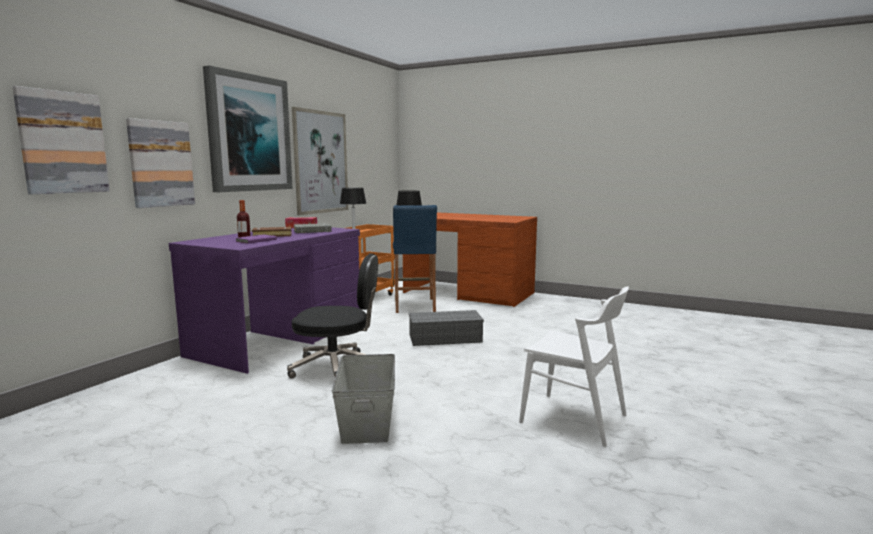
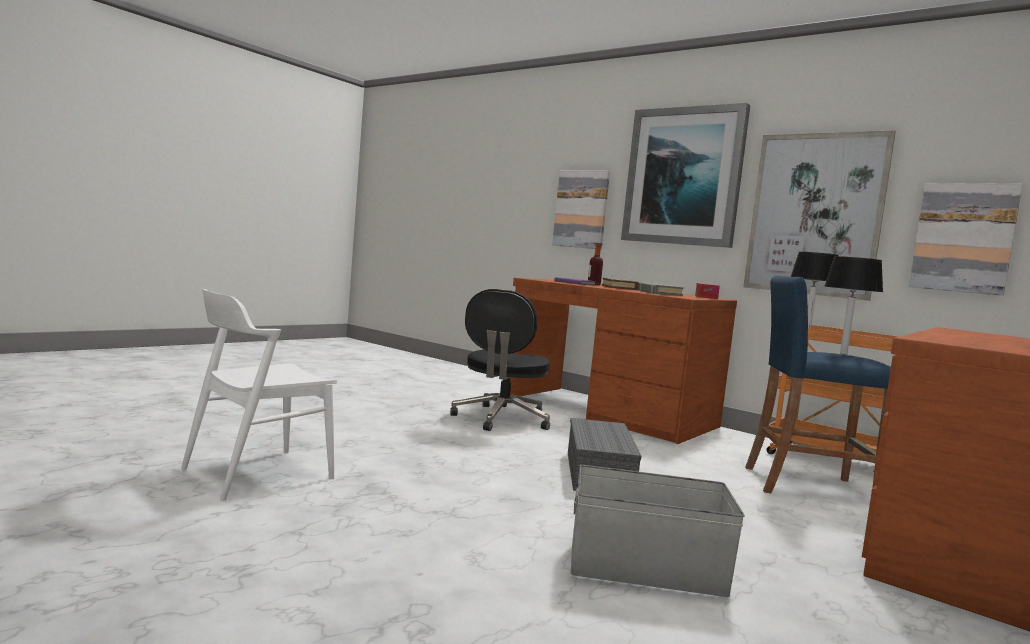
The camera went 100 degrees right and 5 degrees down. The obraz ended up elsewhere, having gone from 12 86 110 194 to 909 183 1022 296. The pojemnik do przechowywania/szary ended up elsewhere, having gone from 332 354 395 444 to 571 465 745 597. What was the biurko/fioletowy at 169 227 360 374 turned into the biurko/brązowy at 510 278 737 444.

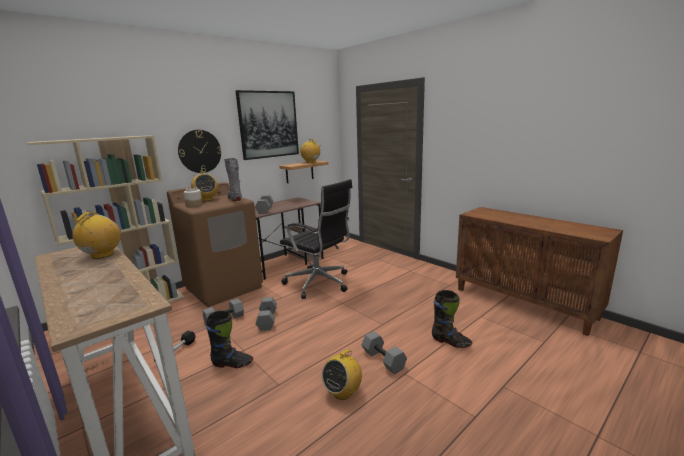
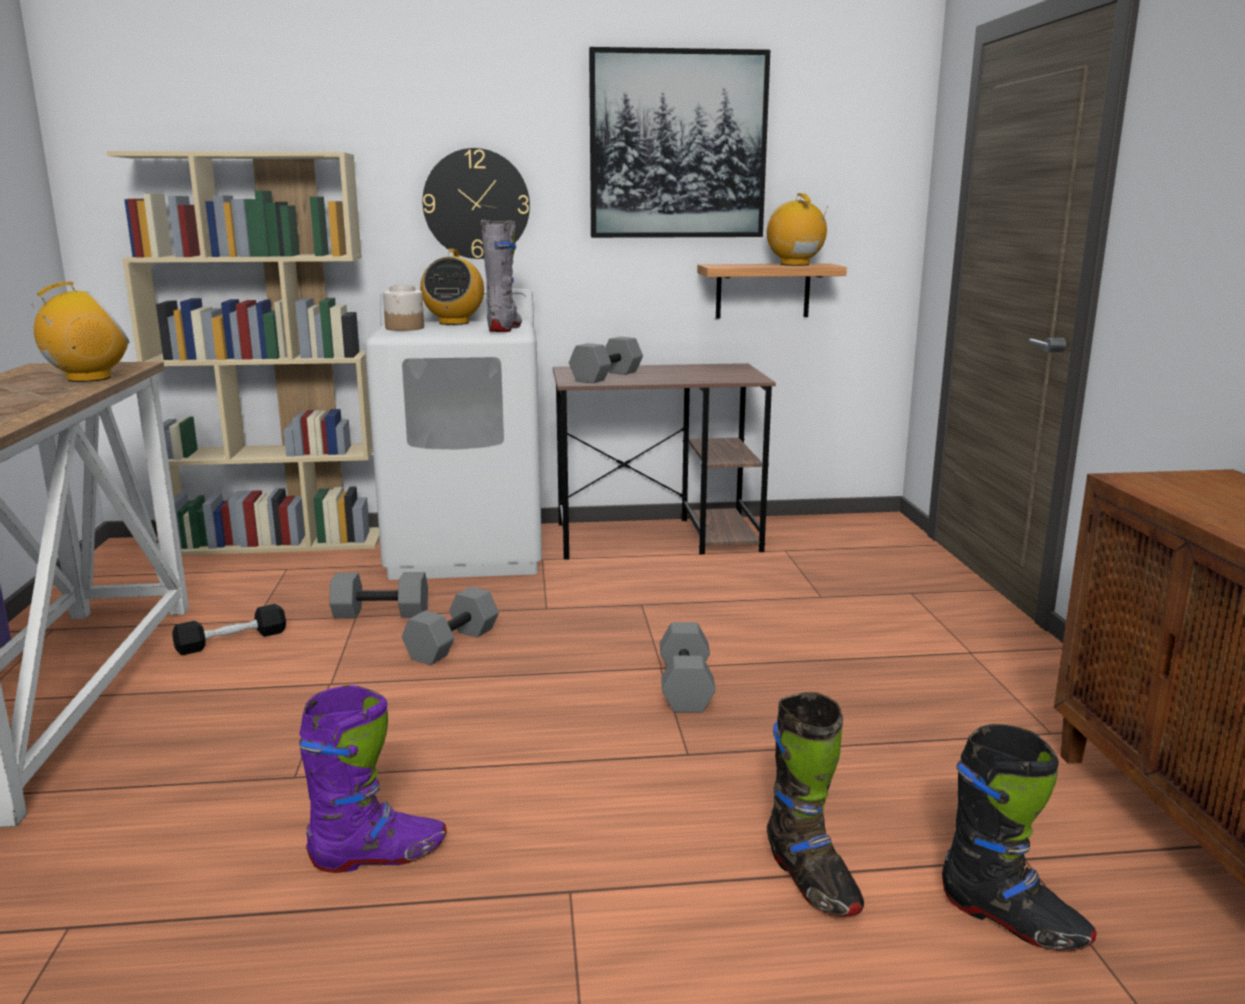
The camera went 35 degrees right and 0 degrees up. The second view lost the krzesło biurowe/czarny at 280 179 353 299. The but z cholewką/czarny ended up elsewhere, having gone from 206 310 253 368 to 942 724 1097 950. The hantel/szary ended up elsewhere, having gone from 362 331 407 374 to 660 622 716 713. Where the radio stood at 322 350 362 400, the but z cholewką/fioletowy came to stand at 299 685 447 873. What was the pralka/brązowy at 167 182 263 307 turned into the pralka/biały at 365 289 542 580.

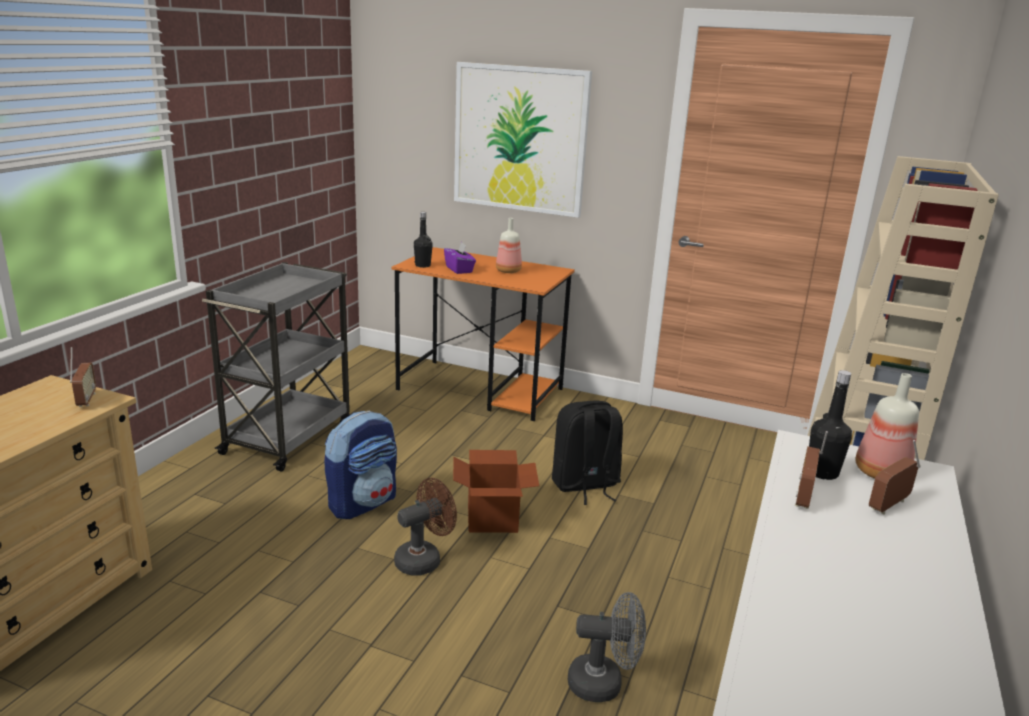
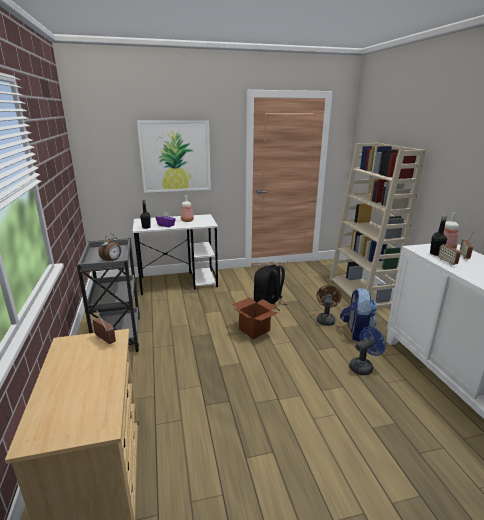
The camera went 35 degrees left and 0 degrees up. The second view gained the budzik at 98 234 121 261. The plecak ended up elsewhere, having gone from 324 410 397 519 to 340 288 377 341. The wentylator/brązowy ended up elsewhere, having gone from 394 478 457 576 to 317 285 341 326. What was the biurko/pomarańczowy at 391 247 575 421 turned into the biurko/biały at 132 214 218 295. What was the wentylator/szary at 568 592 646 702 turned into the wentylator/niebieski at 349 327 386 375.

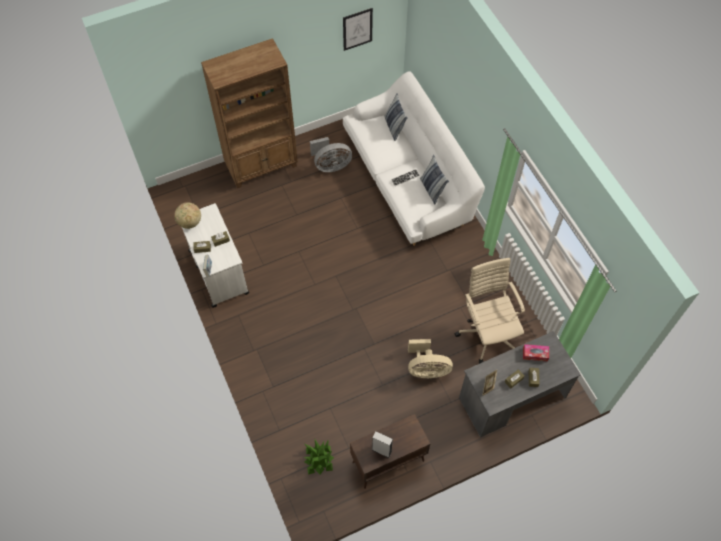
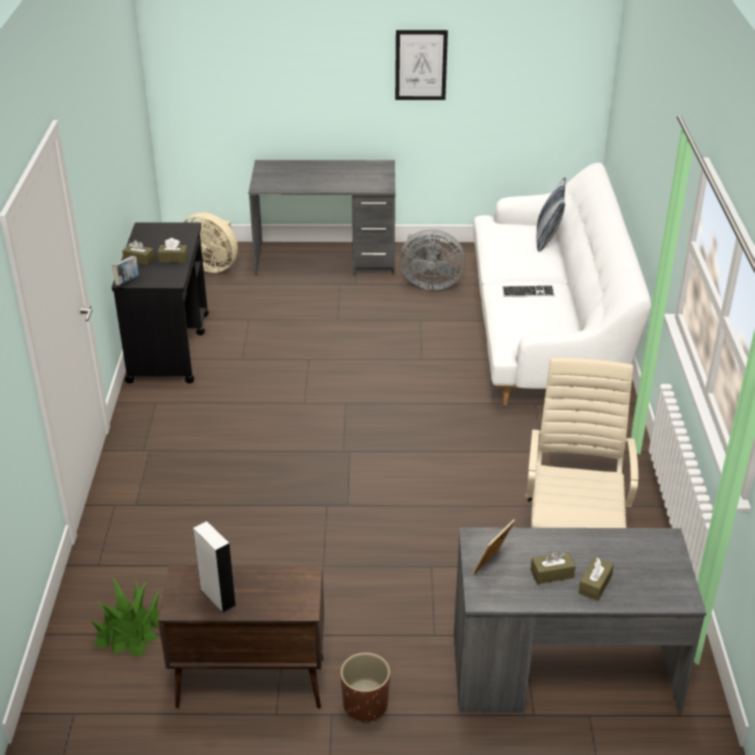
The camera went 25 degrees right and 25 degrees down. The second view lost the globus at 174 202 201 229. The second view lost the poduszka at 420 155 449 204. The second view lost the pudełko chusteczek at 523 344 549 361. The second view gained the donica/brązowy at 340 652 390 722. The obraz ended up elsewhere, having gone from 343 8 373 51 to 395 30 448 100. The wentylator/beżowy ended up elsewhere, having gone from 408 339 453 379 to 183 212 238 273. Where the regał/brązowy stood at 201 38 298 188, the biurko/szary came to stand at 248 160 395 275. What was the wózek/biały at 182 203 249 308 turned into the wózek/czarny at 112 222 209 384.

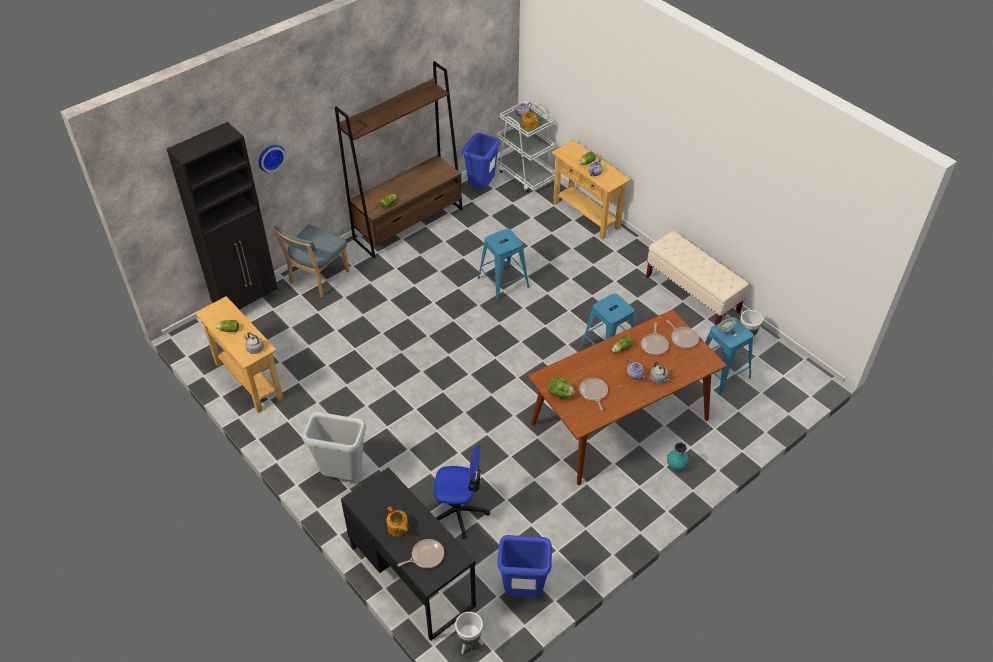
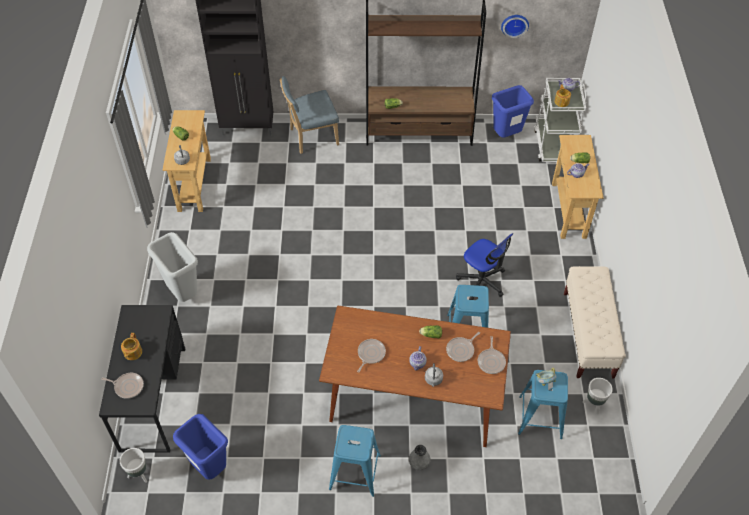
The camera went 40 degrees right and 5 degrees up. The second view lost the sałata at 548 377 575 399. The zegar ścienny ended up elsewhere, having gone from 259 145 286 172 to 501 15 529 38. The krzesło biurowe ended up elsewhere, having gone from 434 445 490 539 to 456 233 513 300. The stołek/niebieski ended up elsewhere, having gone from 478 228 529 301 to 329 425 381 497. What was the wazon/turkusowy at 667 442 689 471 turned into the wazon/szary at 409 445 431 471.

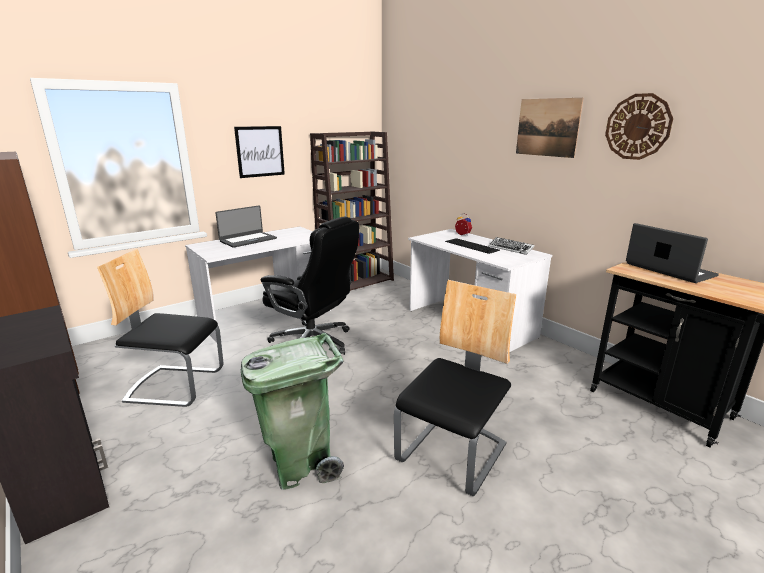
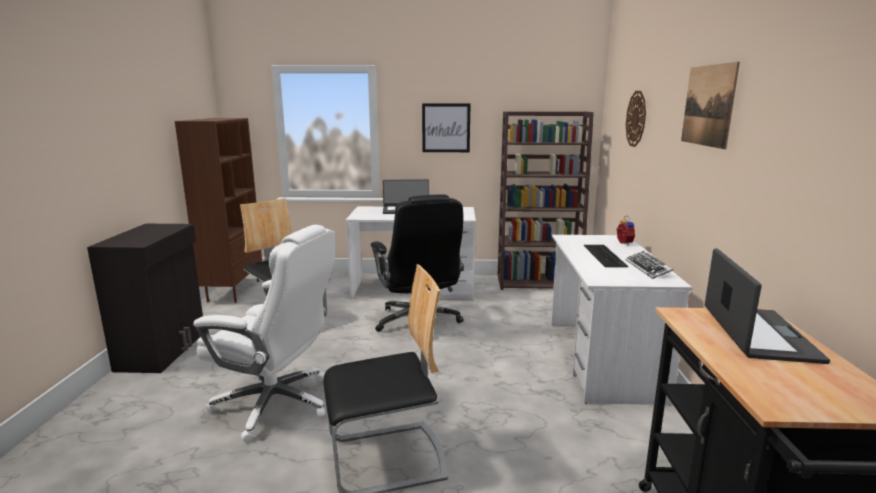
The camera went 40 degrees right and 5 degrees down. The zegar ścienny ended up elsewhere, having gone from 605 93 673 160 to 626 91 646 147. Where the kosz na śmieci/zielony stood at 241 333 344 490, the krzesło biurowe/biały came to stand at 193 225 335 442.

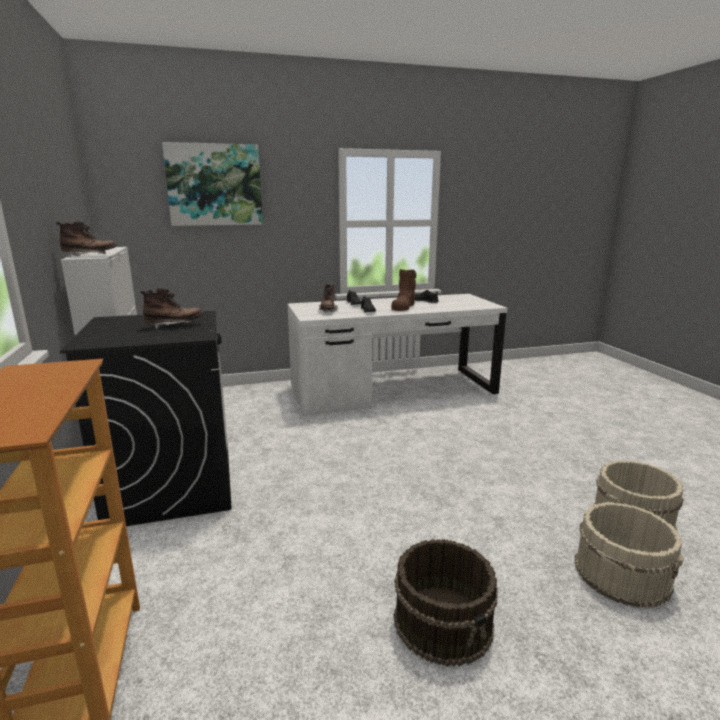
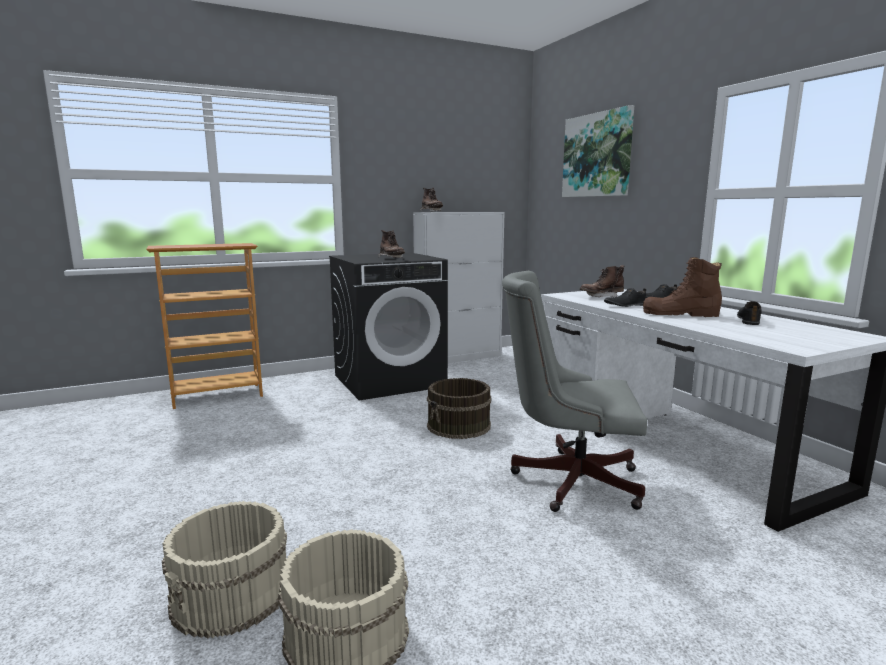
The camera went 80 degrees right and 5 degrees down. The second view gained the krzesło biurowe/szary at 502 271 647 512. The wiadro/brązowy ended up elsewhere, having gone from 394 539 498 666 to 427 378 491 439.

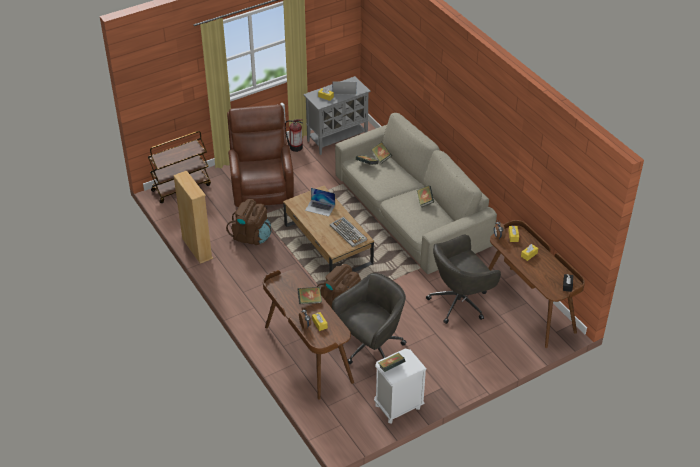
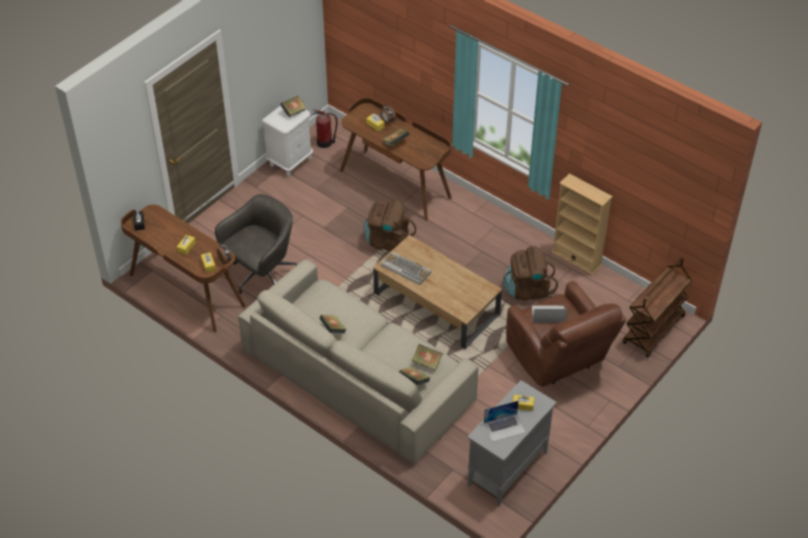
The camera went 160 degrees right and 5 degrees up. The second view lost the krzesło biurowe/szary at 332 273 407 364. The gaśnica ended up elsewhere, having gone from 285 119 303 152 to 313 110 337 148. The laptop ended up elsewhere, having gone from 305 188 335 216 to 532 306 567 323.

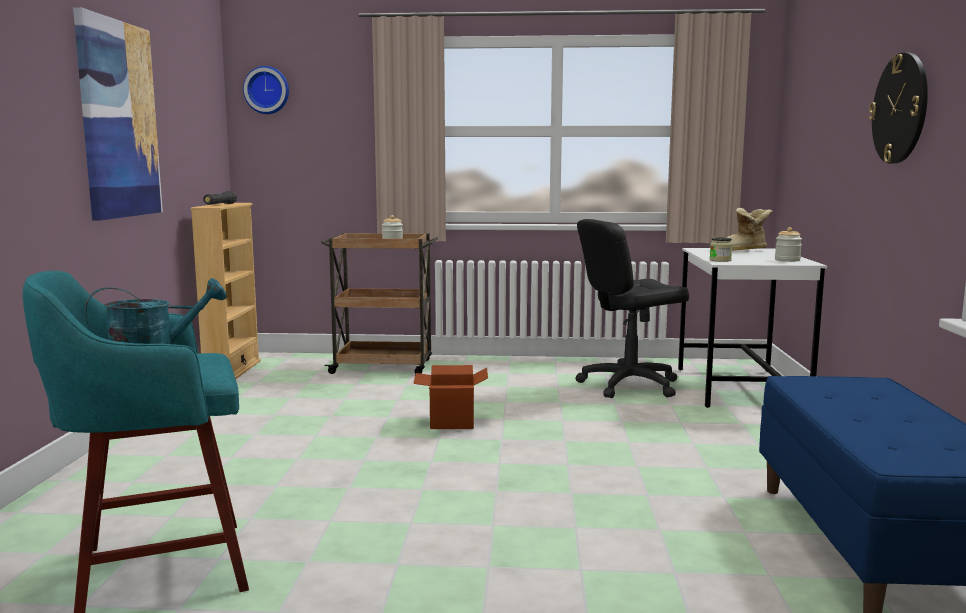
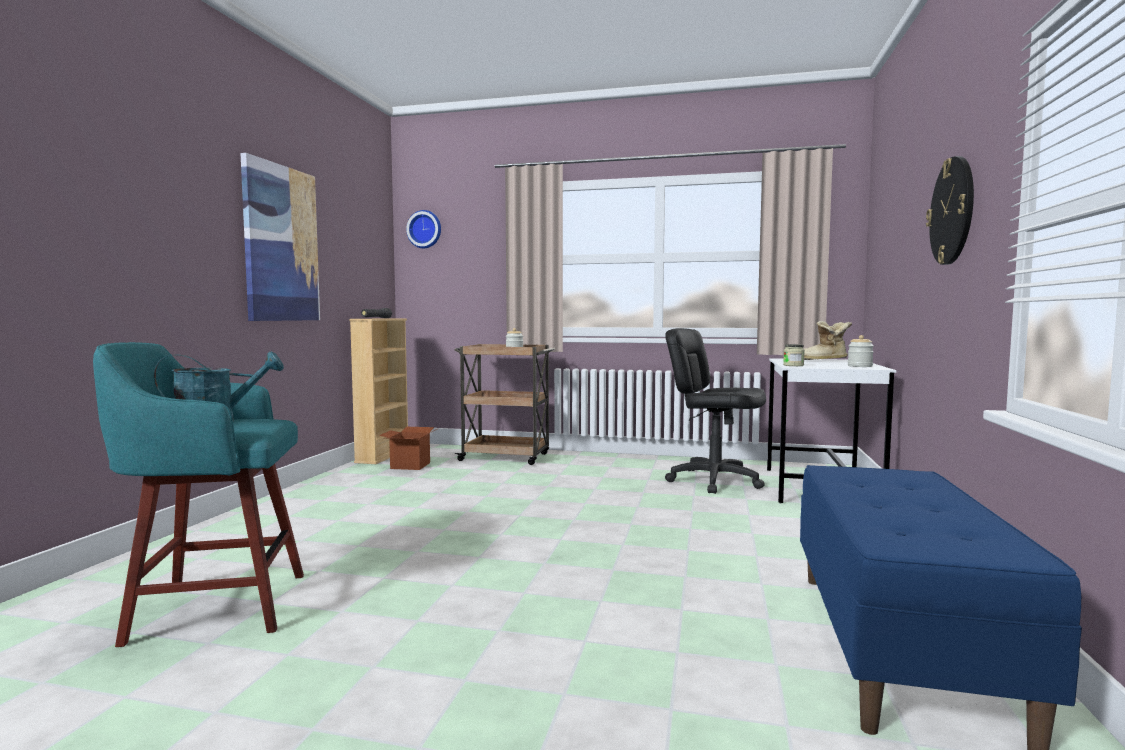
The camera went 10 degrees right and 5 degrees down. The karton ended up elsewhere, having gone from 413 365 488 429 to 379 427 439 470. The krzesło biurowe/czarny at 575 219 689 398 ended up facing another way, 45 degrees clockwise from before.

